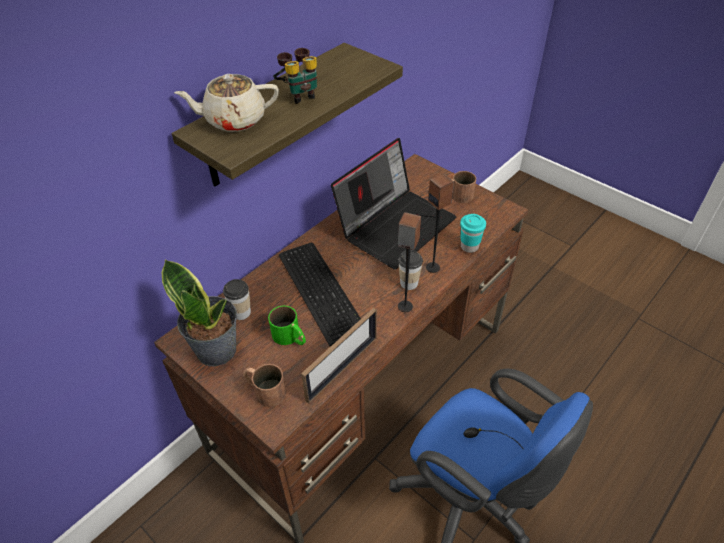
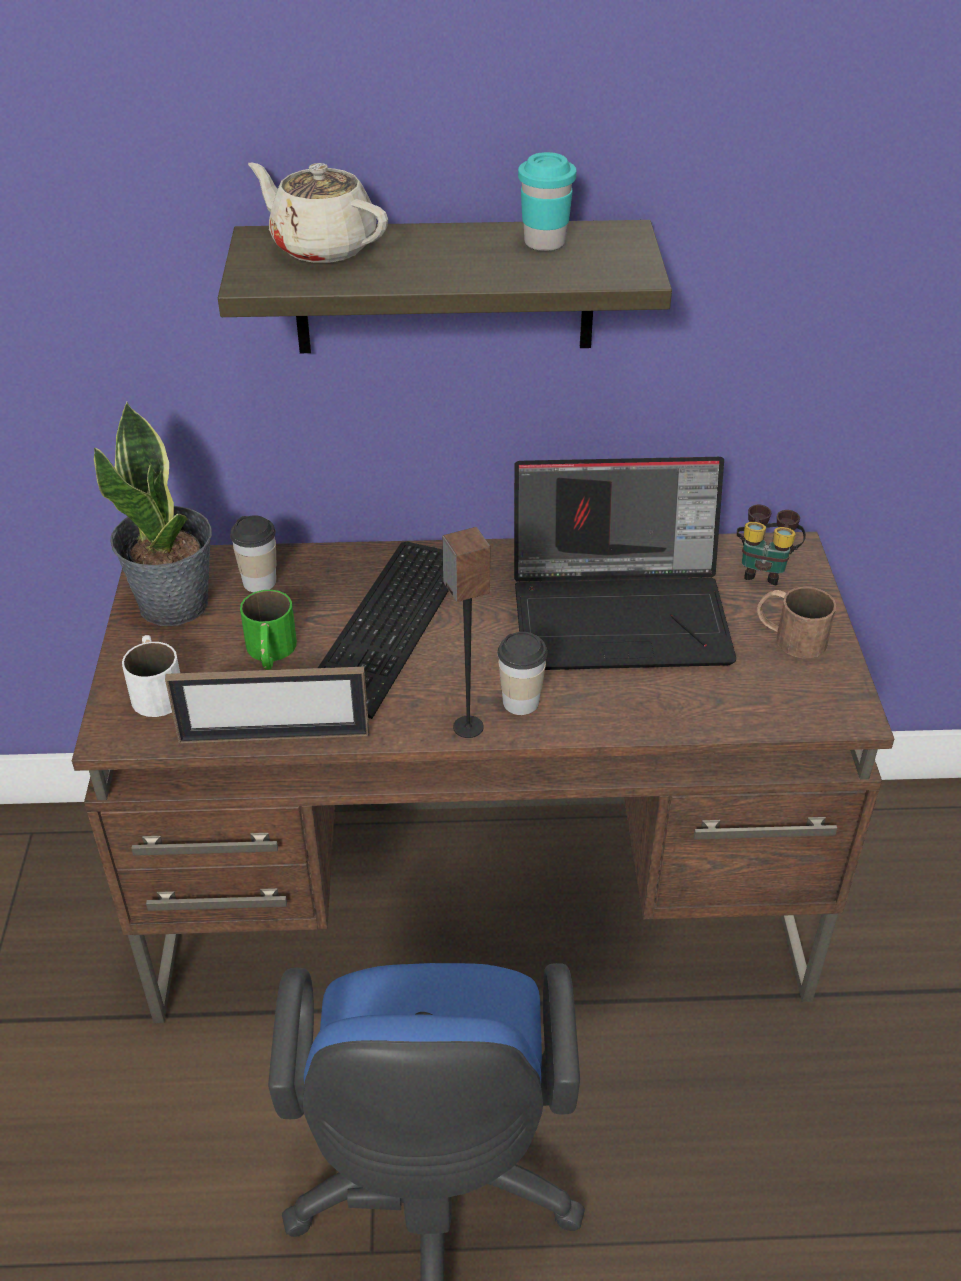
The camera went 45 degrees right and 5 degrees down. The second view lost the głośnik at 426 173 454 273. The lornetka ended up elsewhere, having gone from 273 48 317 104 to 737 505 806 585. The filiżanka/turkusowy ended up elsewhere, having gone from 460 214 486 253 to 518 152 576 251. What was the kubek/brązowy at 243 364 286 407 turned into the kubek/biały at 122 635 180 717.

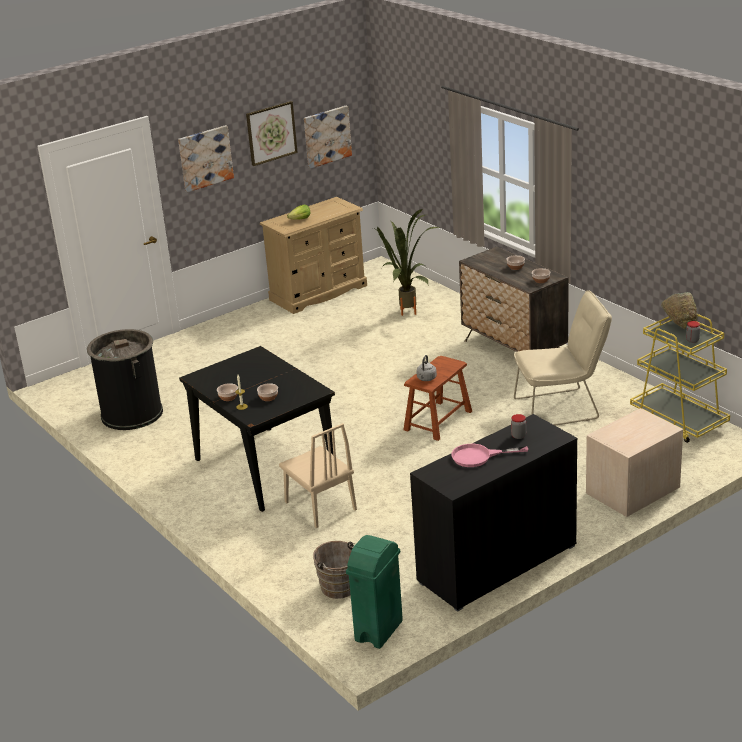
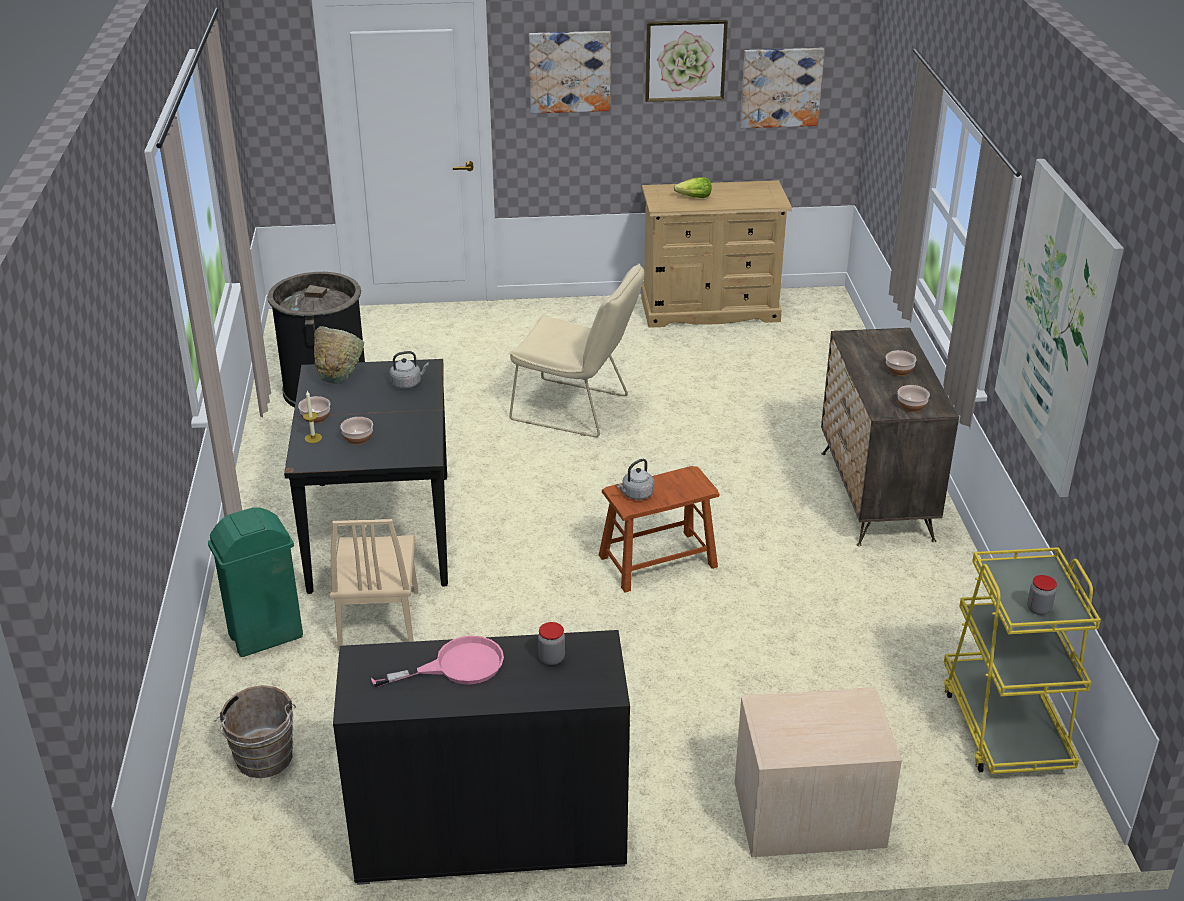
The camera went 30 degrees right and 5 degrees up. The second view lost the roślina doniczkowa at 373 209 439 316. The second view gained the czajnik/szary at 390 351 429 389. The second view gained the obraz at 995 159 1124 497. The kosz na śmieci/zielony ended up elsewhere, having gone from 346 535 403 649 to 208 507 303 657. The krzesło/beżowy ended up elsewhere, having gone from 514 290 612 426 to 509 263 644 437. The miska/zielony ended up elsewhere, having gone from 661 292 698 329 to 314 326 364 384. The patelnia/różowy at 451 444 528 467 ended up facing another way, 135 degrees clockwise from before.

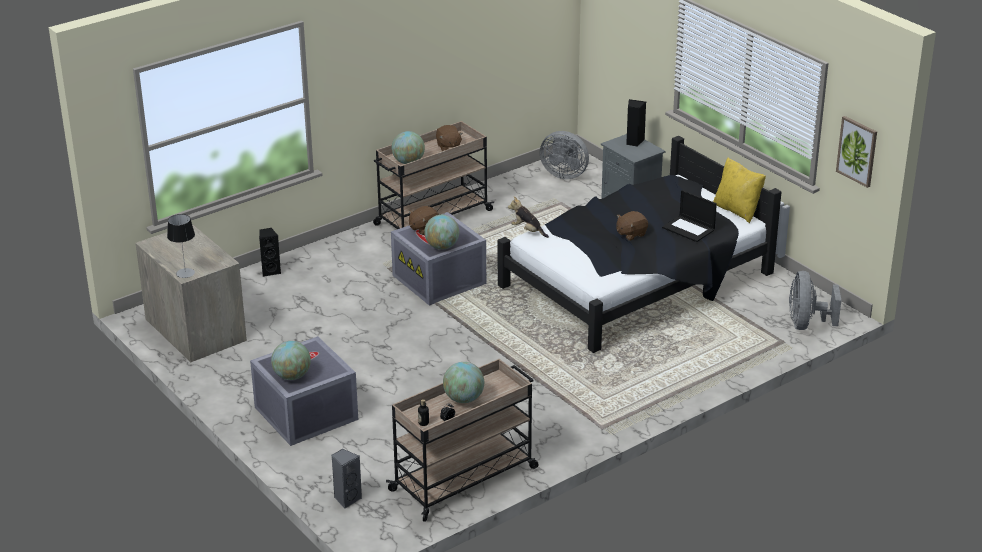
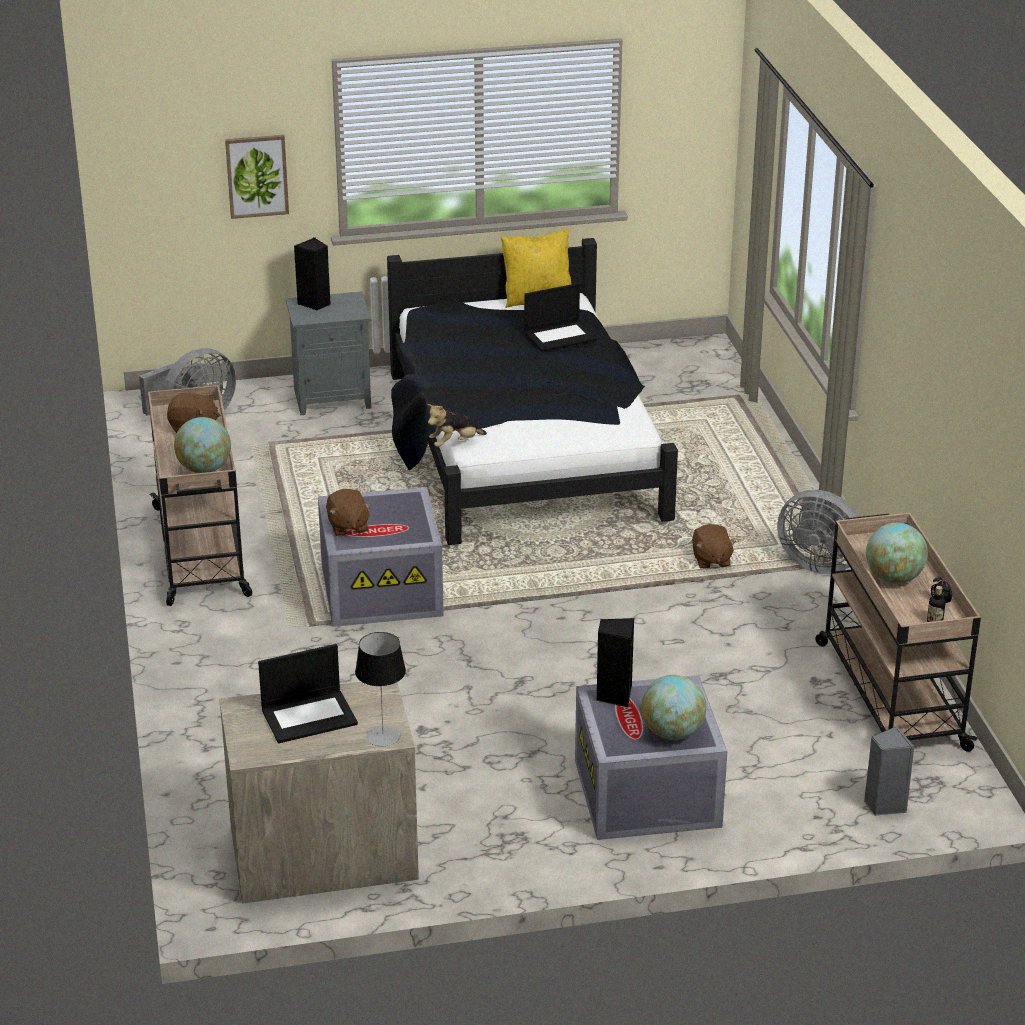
The camera went 65 degrees left and 0 degrees up. The second view lost the globus at 424 215 459 250. The second view gained the laptop at 258 644 358 743. The głośnik/czarny ended up elsewhere, having gone from 259 228 281 277 to 596 618 634 707. The pluszak/brązowy ended up elsewhere, having gone from 616 211 648 241 to 692 524 736 569. The wentylator/szary ended up elsewhere, having gone from 789 271 841 330 to 777 490 859 574. The obraz ended up elsewhere, having gone from 836 116 877 188 to 225 135 289 219.

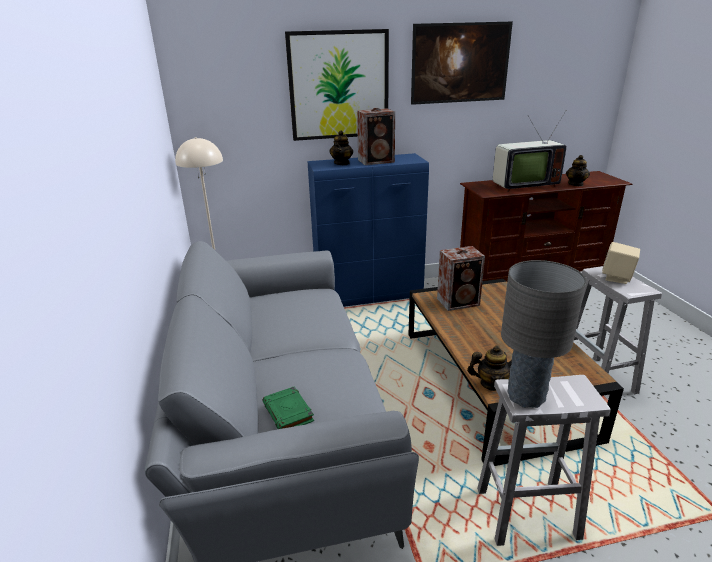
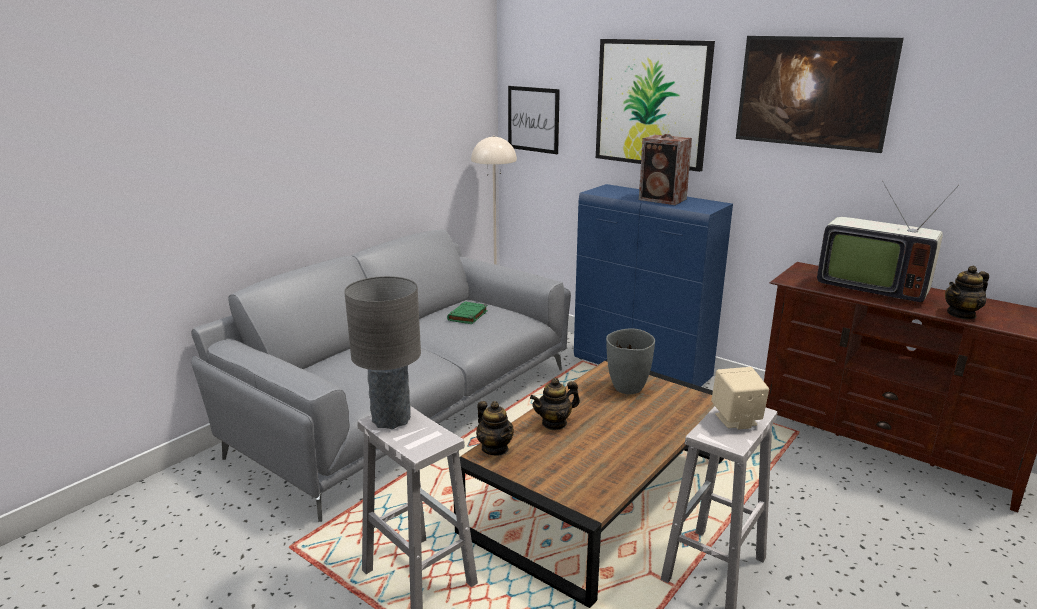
The camera went 50 degrees right and 5 degrees down. The second view gained the obraz at 508 86 560 154. The książka/zielony ended up elsewhere, having gone from 263 386 314 429 to 447 302 488 324. The imbryk ended up elsewhere, having gone from 330 131 353 165 to 530 378 580 430. Where the głośnik stood at 437 246 485 311, the wazon/szary came to stand at 606 328 655 394.

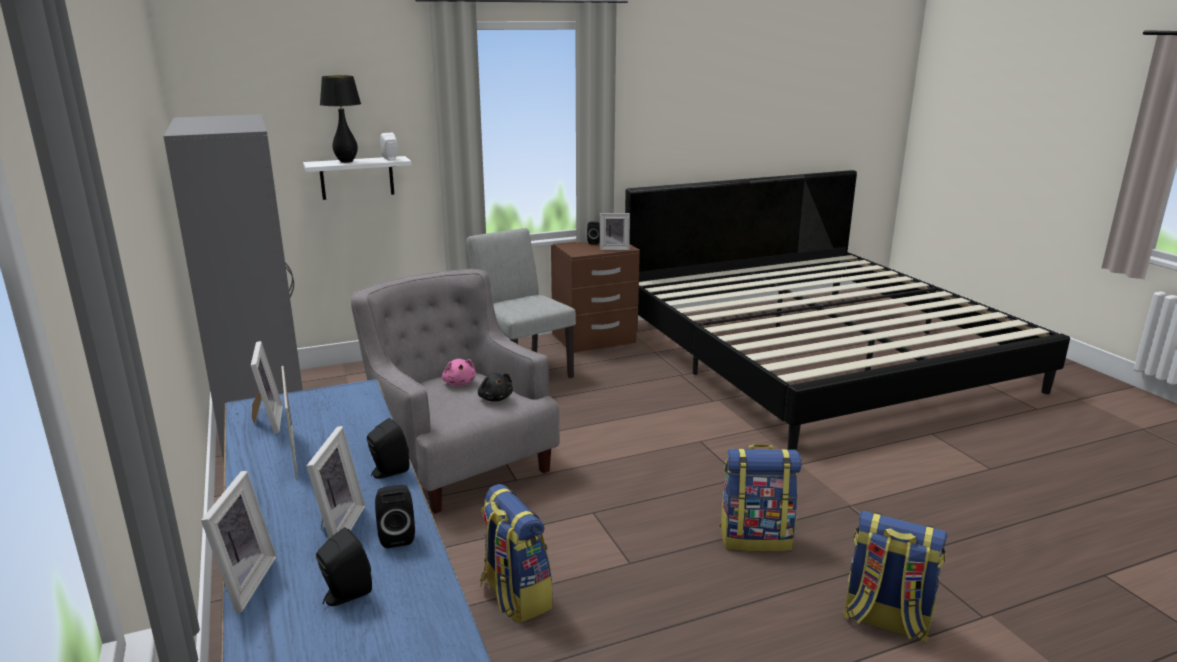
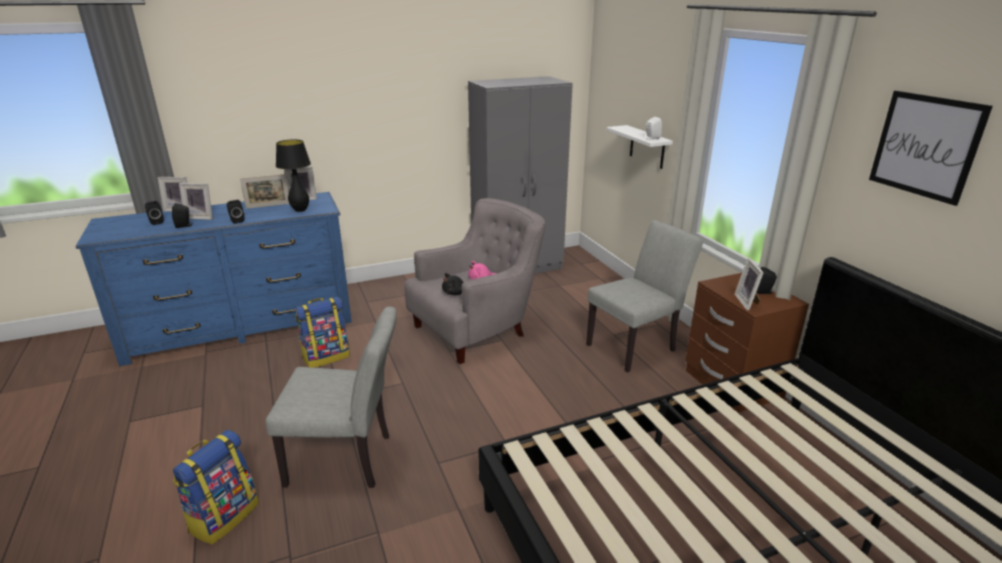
The camera went 90 degrees right and 5 degrees up. The second view gained the obraz at 869 91 993 206. The lampa stołowa/czarny ended up elsewhere, having gone from 320 75 361 163 to 276 139 311 212. Where the plecak stood at 719 444 802 551, the krzesło/szary came to stand at 266 306 397 488.

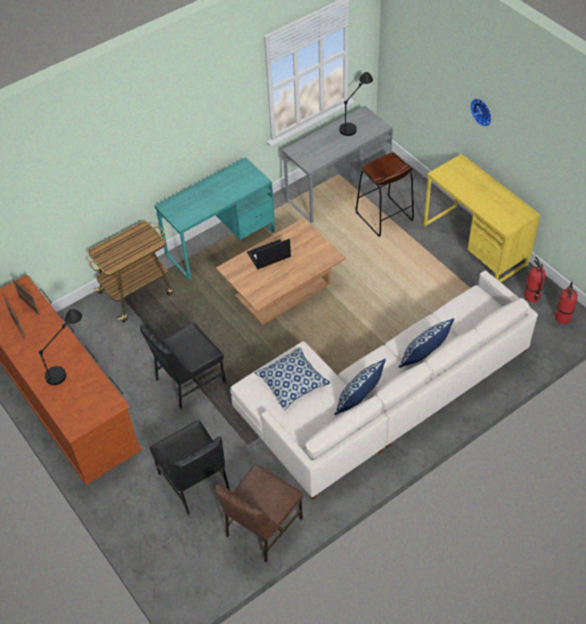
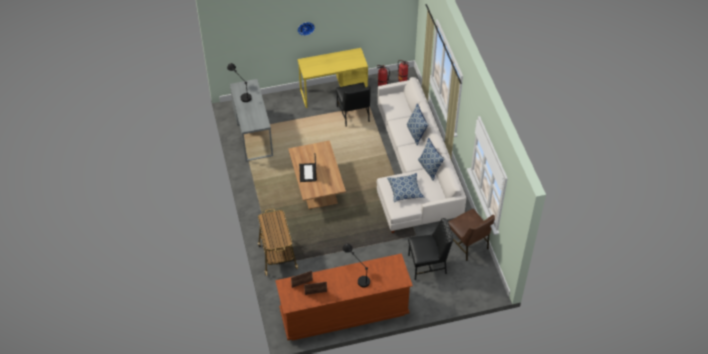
The camera went 70 degrees left and 0 degrees up. The second view lost the biurko/turkusowy at 154 157 275 280. The second view lost the stołek/brązowy at 356 153 414 237. The krzesło/czarny ended up elsewhere, having gone from 140 322 226 409 to 336 83 371 127.

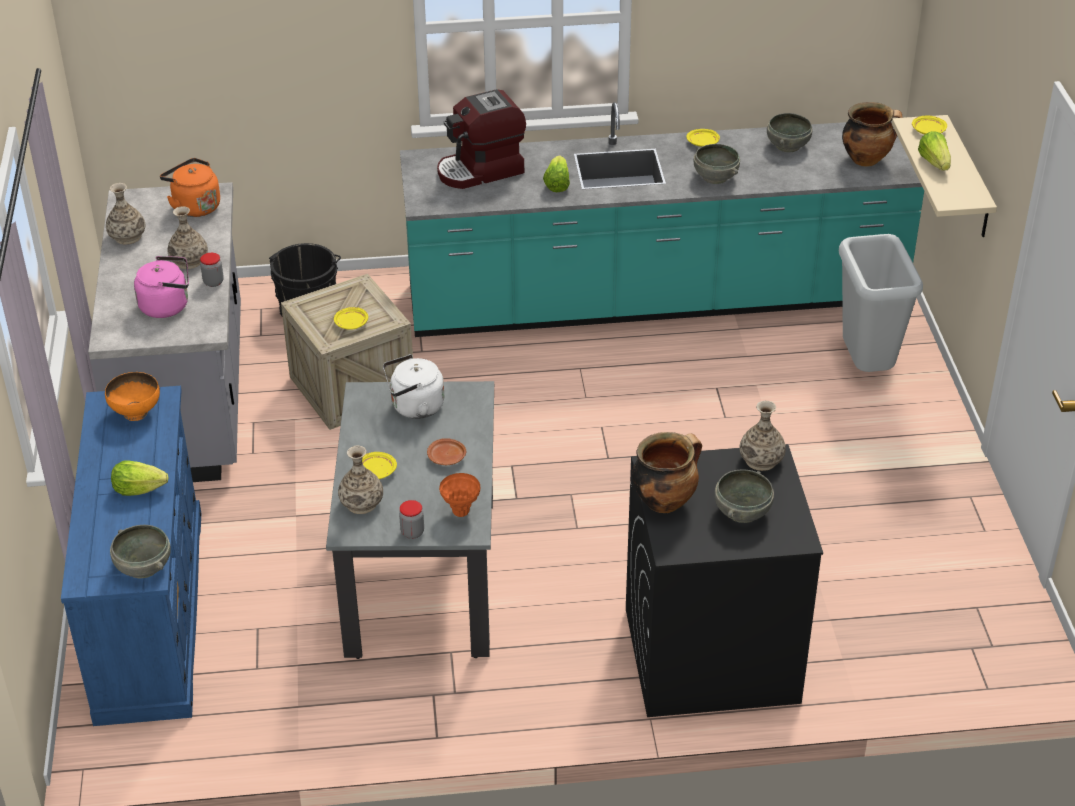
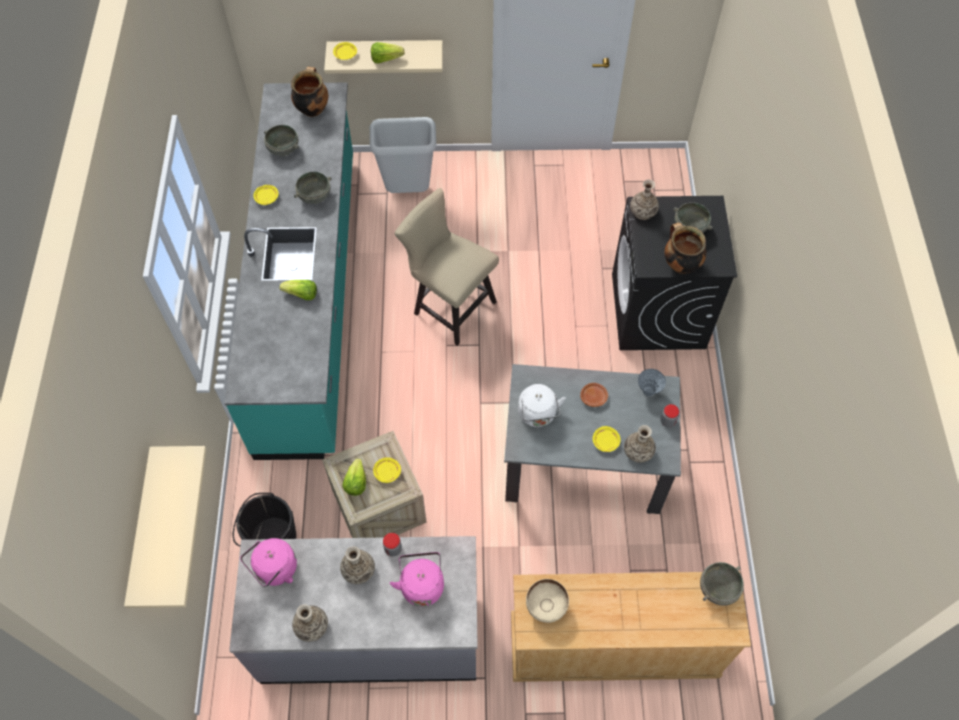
The camera went 85 degrees left and 20 degrees up. The second view lost the ekspres do kawy at 437 89 526 189. The second view gained the półka/beżowy at 124 446 206 608. The second view gained the krzesło/beżowy at 395 188 499 346. The sałata ended up elsewhere, having gone from 111 460 168 496 to 342 458 366 496. What was the komoda/niebieski at 61 386 201 726 turned into the komoda/beżowy at 511 571 751 682. What was the miska/pomarańczowy at 105 372 160 421 turned into the miska/beżowy at 526 579 569 623. What was the czajnik/pomarańczowy at 160 158 220 217 turned into the czajnik/różowy at 240 538 297 587. What was the wazon/pomarańczowy at 439 473 480 517 turned into the wazon/szary at 638 369 666 396.

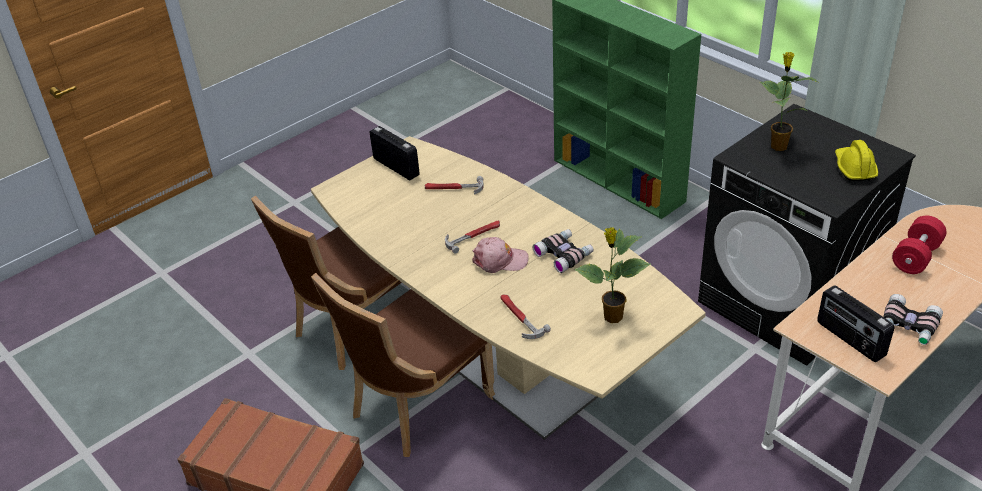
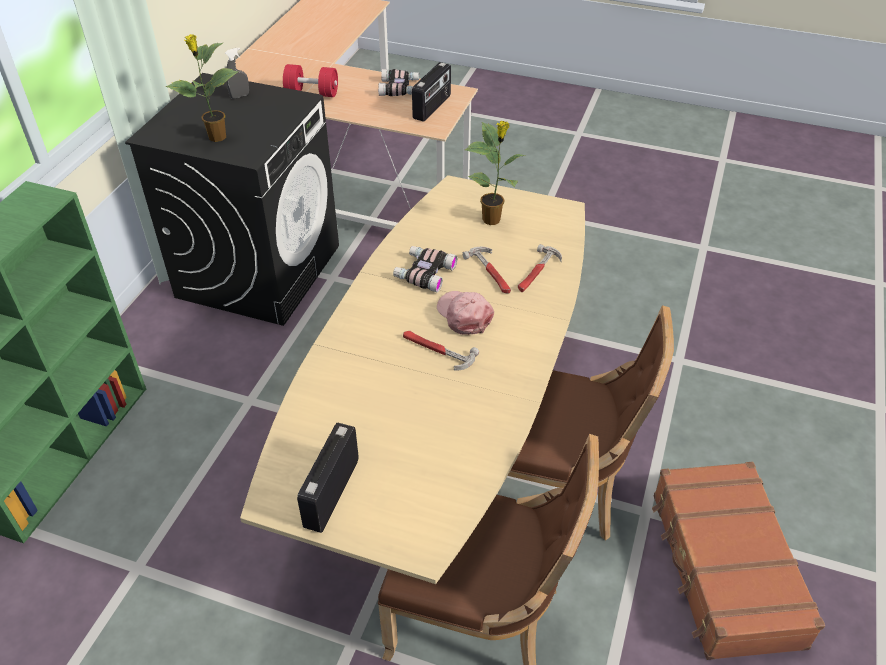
The camera went 120 degrees left and 5 degrees up. The młotek ended up elsewhere, having gone from 425 176 483 194 to 462 247 511 293. Where the kask/żółty stood at 835 140 878 181, the spryskiwacz/szary came to stand at 225 48 249 99.

